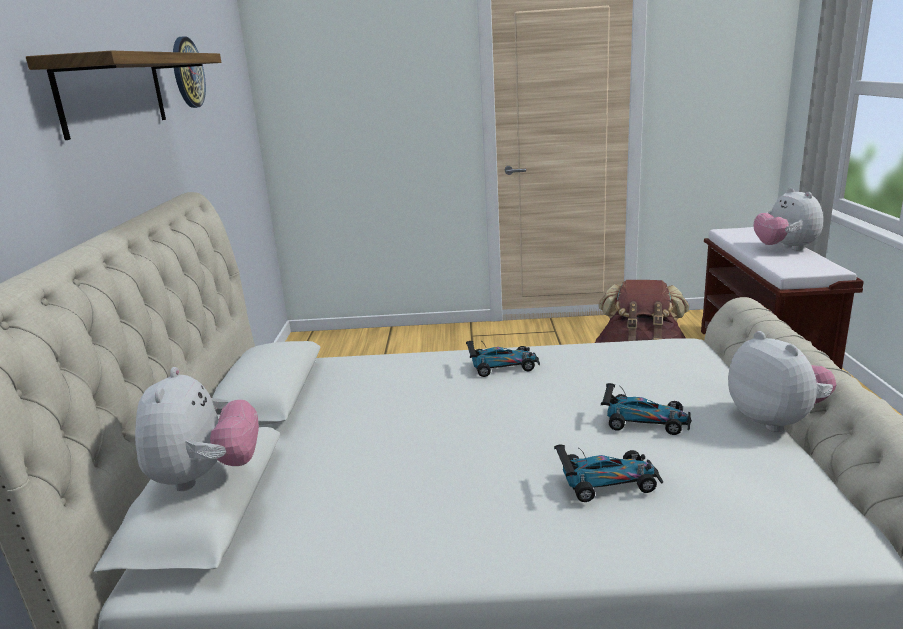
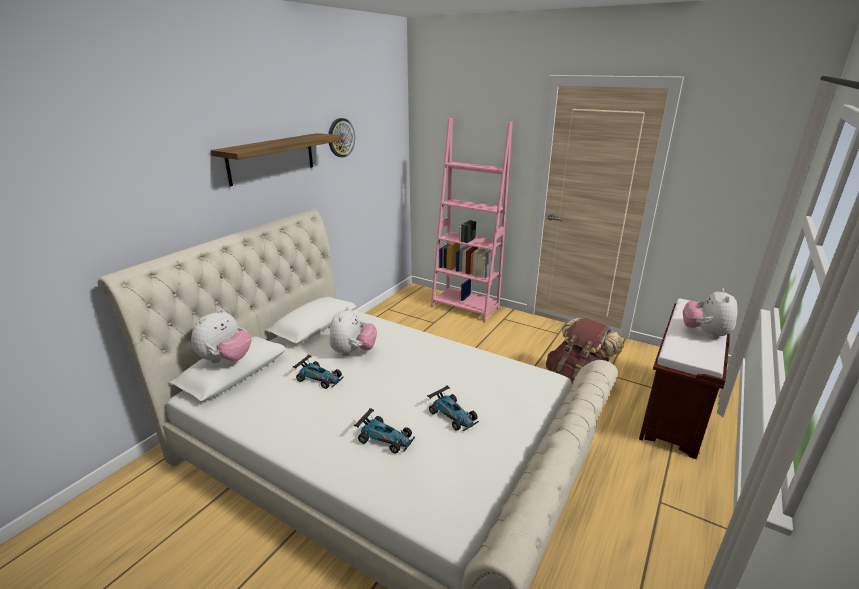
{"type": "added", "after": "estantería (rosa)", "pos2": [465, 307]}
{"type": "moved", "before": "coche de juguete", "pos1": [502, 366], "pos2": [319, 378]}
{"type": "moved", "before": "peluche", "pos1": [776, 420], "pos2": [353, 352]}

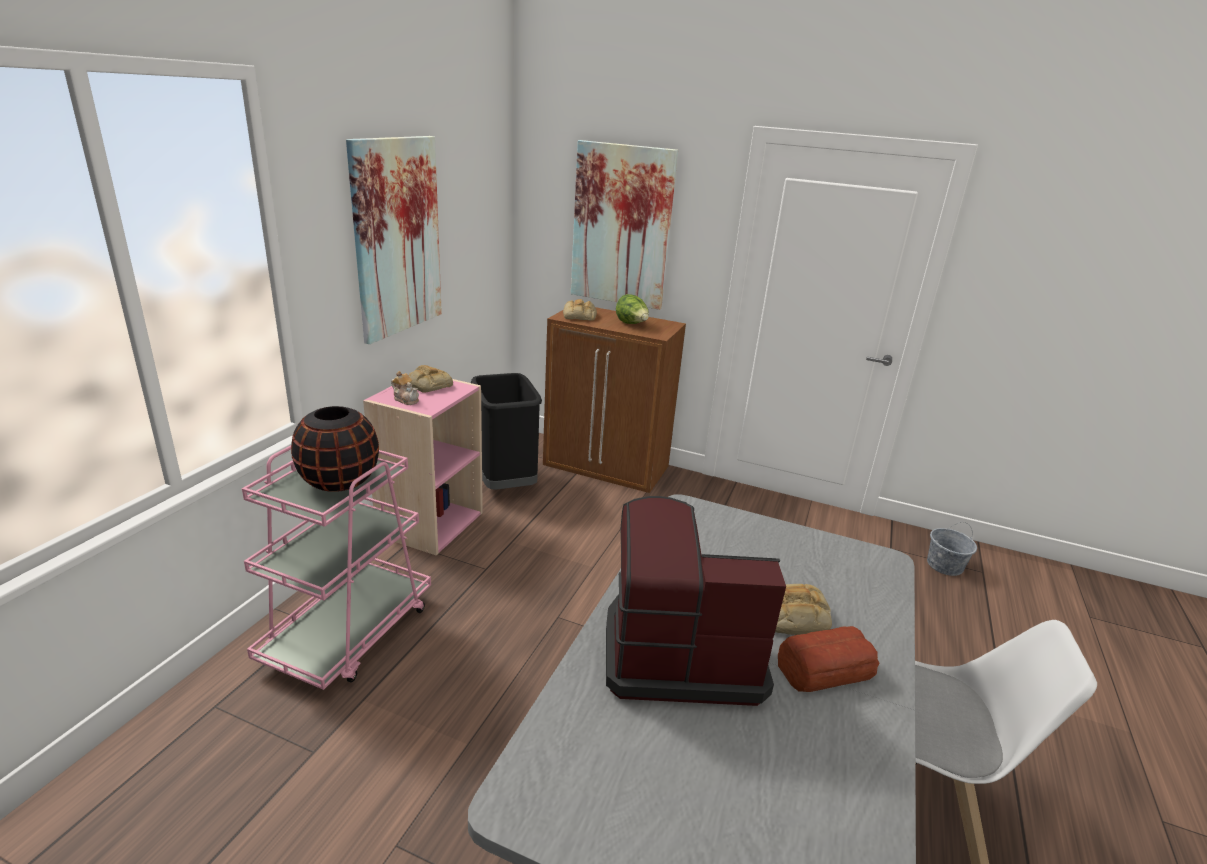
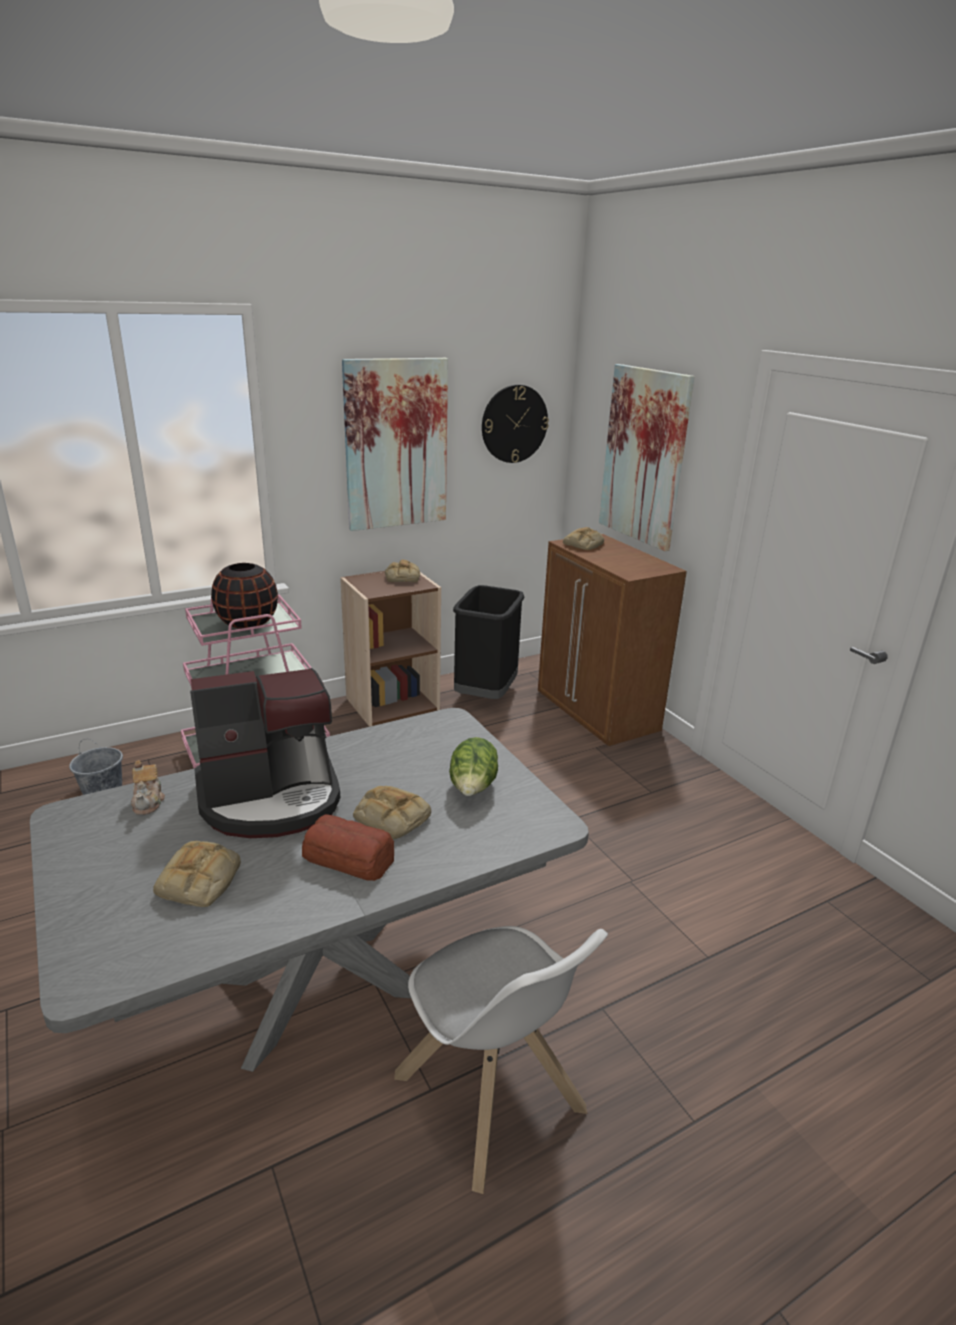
{"type": "added", "after": "pan", "pos2": [200, 881]}
{"type": "added", "after": "reloj de pared", "pos2": [514, 424]}
{"type": "moved", "before": "tetera", "pos1": [406, 399], "pos2": [148, 801]}
{"type": "moved", "before": "lechuga", "pos1": [632, 324], "pos2": [473, 789]}
{"type": "moved", "before": "cubo (gris)", "pos1": [945, 565], "pos2": [102, 788]}
{"type": "recoloured", "before": "estantería (rosa)", "after": "estantería (marrón)", "pos1": [430, 523], "pos2": [393, 703]}
{"type": "turned", "before": "cafetera", "pos1": [679, 652], "pos2": [271, 798], "turn": 120}

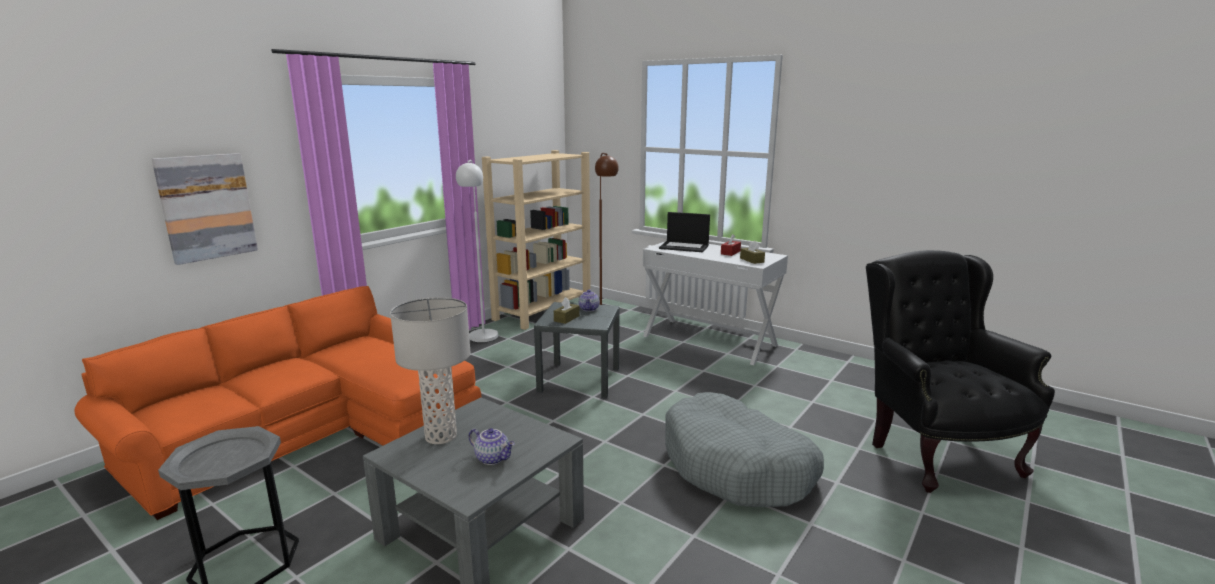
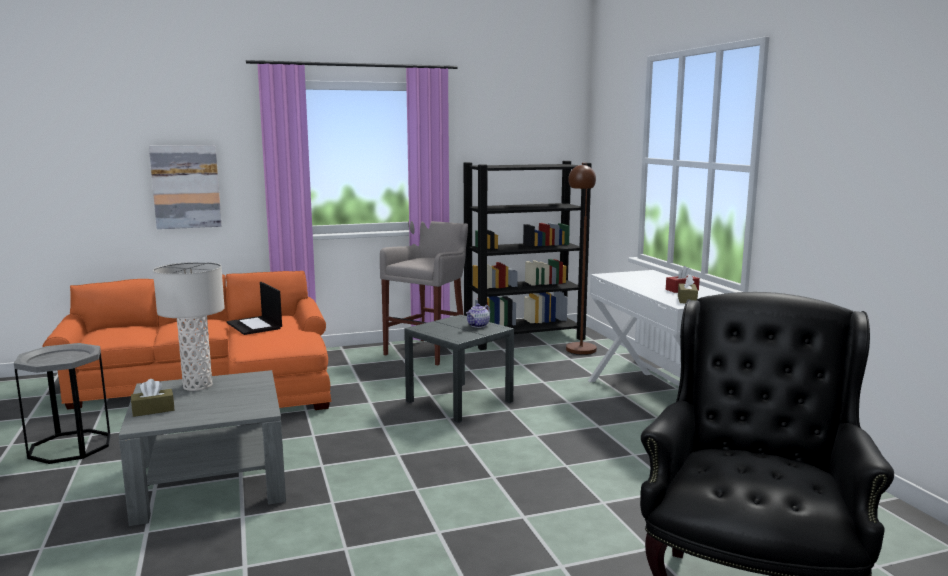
{"type": "removed", "before": "tetera", "pos1": [493, 458]}
{"type": "removed", "before": "cama para perro (gris)", "pos1": [737, 467]}
{"type": "moved", "before": "caja de pañuelos (marrón)", "pos1": [566, 318], "pos2": [153, 410]}
{"type": "moved", "before": "portátil", "pos1": [684, 247], "pos2": [255, 326]}
{"type": "replaced", "before": "lámpara de pie (blanco)", "after": "taburete (gris)", "pos1": [482, 340], "pos2": [429, 351]}
{"type": "recoloured", "before": "estantería (beis)", "after": "estantería (negro)", "pos1": [543, 311], "pos2": [524, 338]}

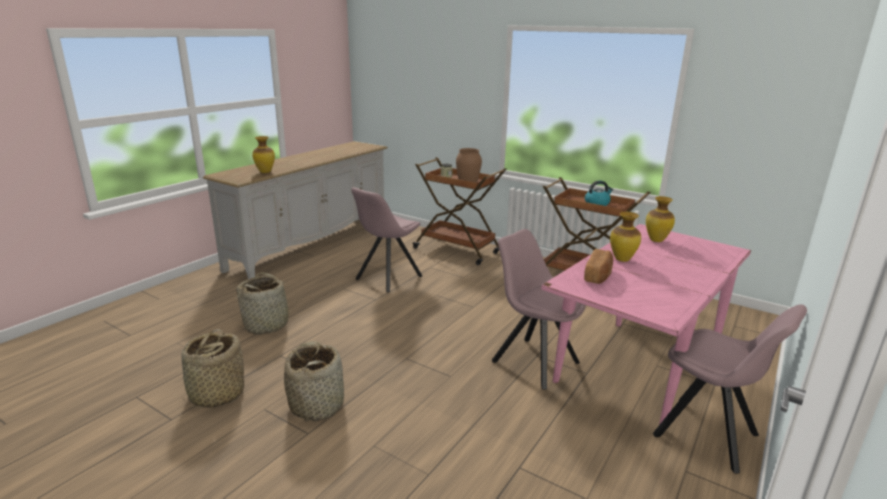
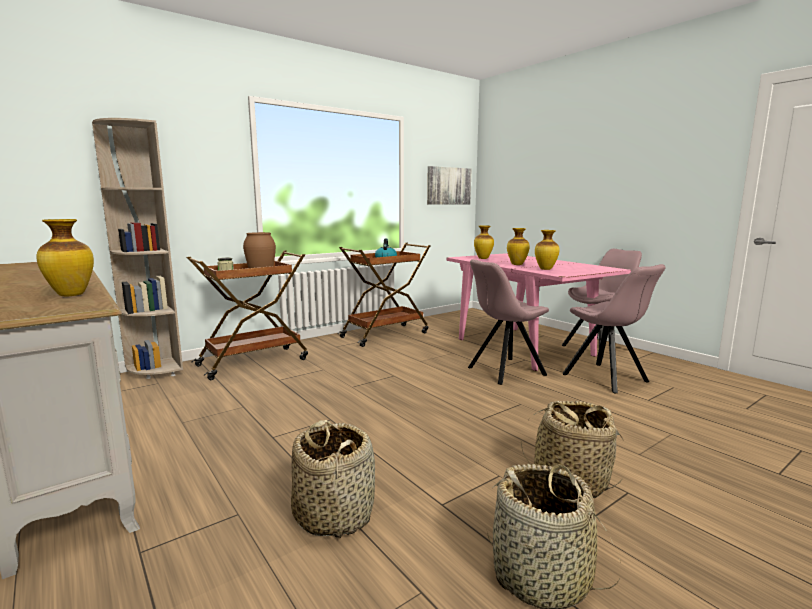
{"type": "added", "after": "estantería (beis)", "pos2": [156, 373]}
{"type": "added", "after": "cuadro", "pos2": [448, 186]}
{"type": "moved", "before": "silla (rosa)", "pos1": [388, 277], "pos2": [605, 378]}
{"type": "replaced", "before": "pan", "after": "florero", "pos1": [598, 275], "pos2": [545, 269]}

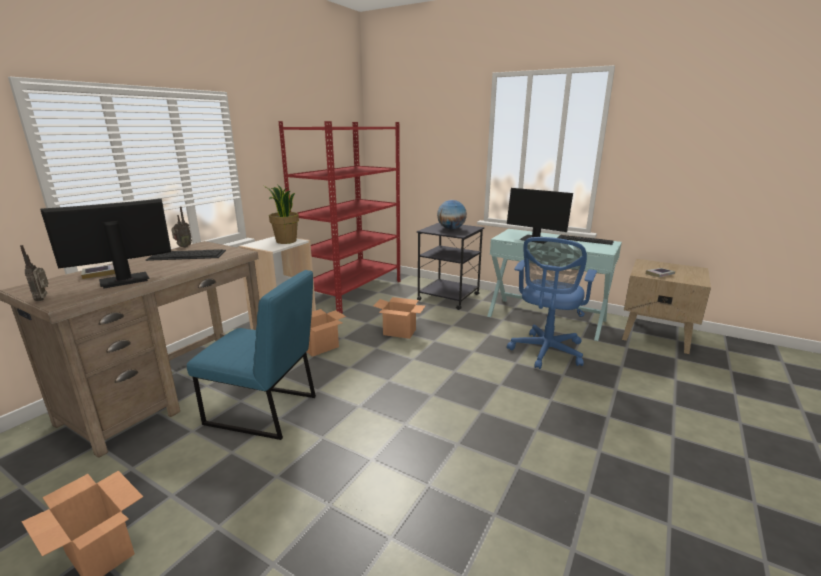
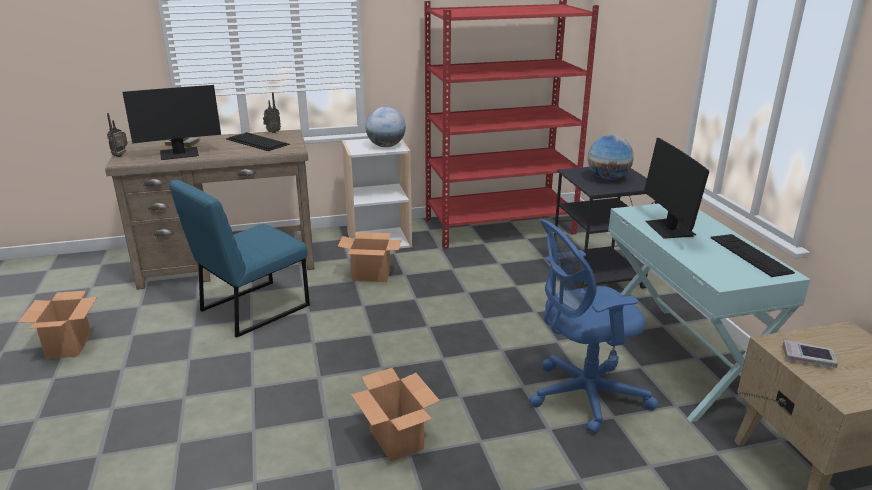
{"type": "moved", "before": "caja de cartón", "pos1": [400, 332], "pos2": [397, 440]}
{"type": "replaced", "before": "planta en maceta", "after": "globo terráqueo", "pos1": [286, 241], "pos2": [386, 146]}
{"type": "turned", "before": "monitor", "pos1": [124, 280], "pos2": [179, 154], "turn": 150}
{"type": "turned", "before": "silla (azul)", "pos1": [264, 411], "pos2": [251, 309], "turn": 75}

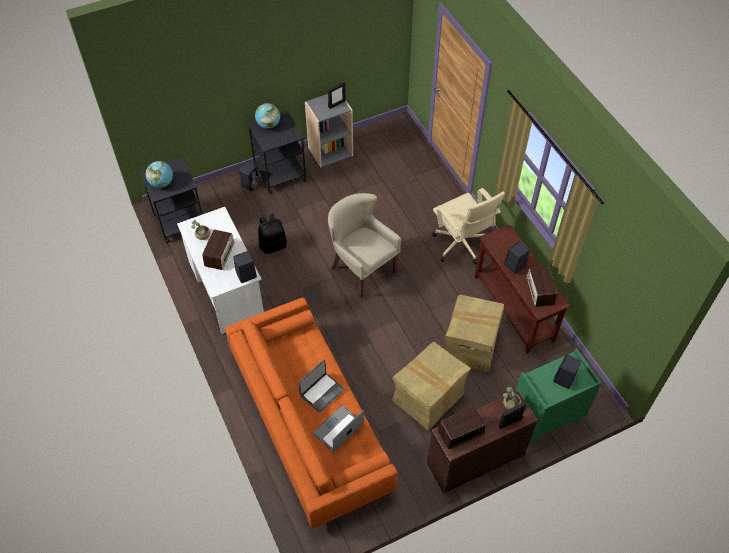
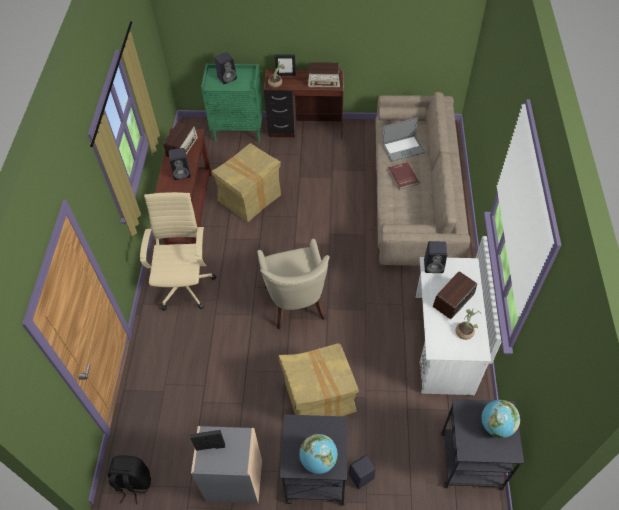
{"type": "moved", "before": "mochila (negro)", "pos1": [273, 245], "pos2": [133, 483]}
{"type": "moved", "before": "caja de cartón", "pos1": [428, 397], "pos2": [319, 397]}
{"type": "replaced", "before": "portátil", "after": "libro (rojo)", "pos1": [321, 392], "pos2": [402, 177]}
{"type": "recoloured", "before": "sofá (naranja)", "after": "sofá (beis)", "pos1": [310, 421], "pos2": [414, 196]}

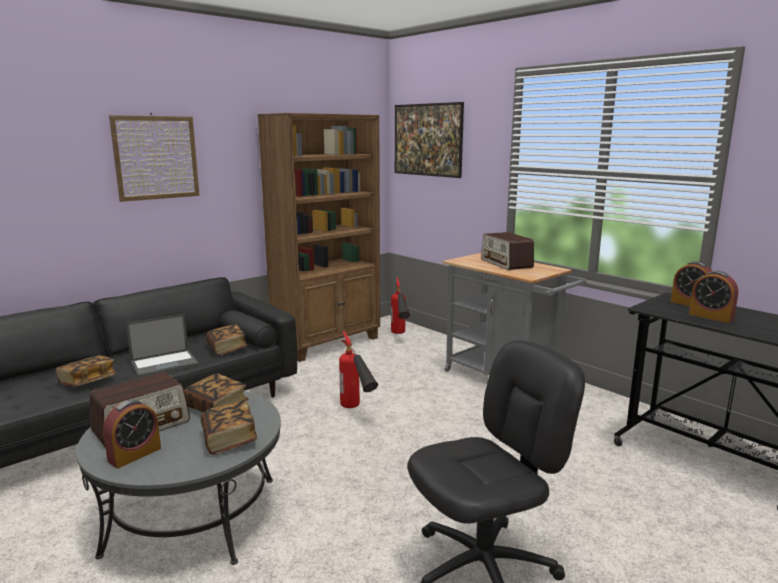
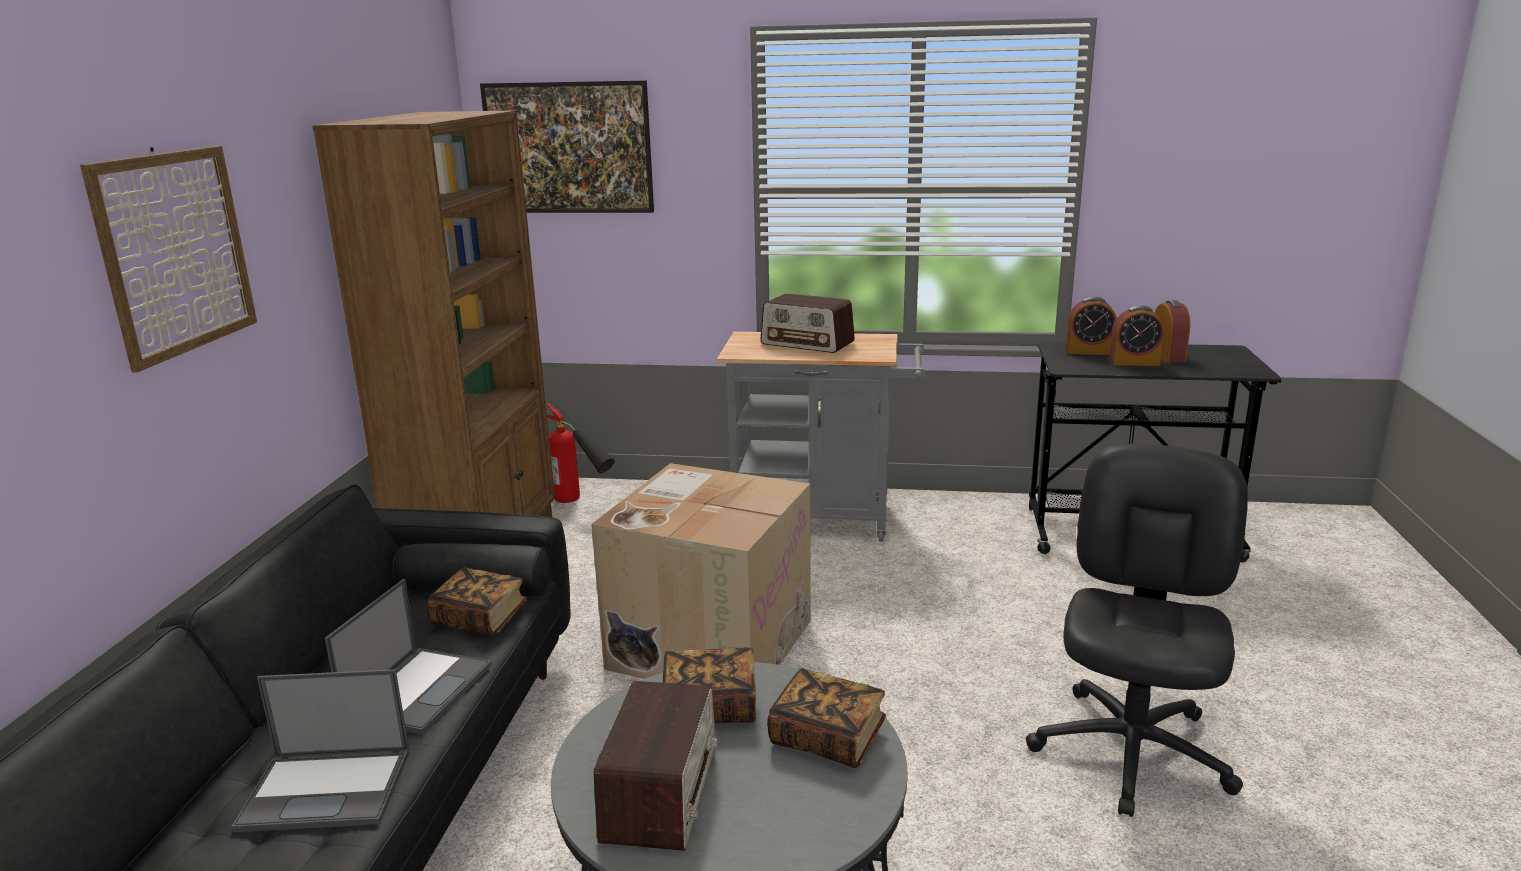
{"type": "moved", "before": "despertador", "pos1": [134, 454], "pos2": [1167, 356]}
{"type": "replaced", "before": "libro", "after": "portátil", "pos1": [88, 381], "pos2": [328, 789]}
{"type": "replaced", "before": "extintor", "after": "caja de cartón", "pos1": [357, 411], "pos2": [710, 642]}

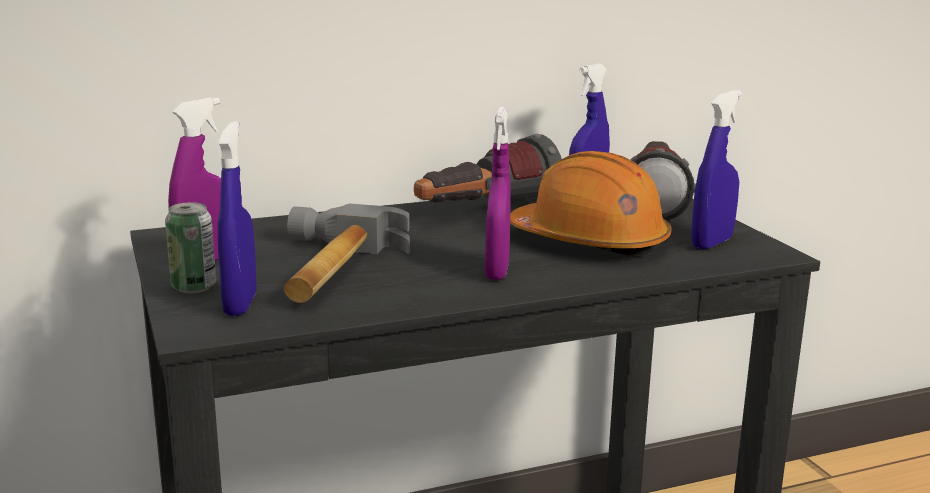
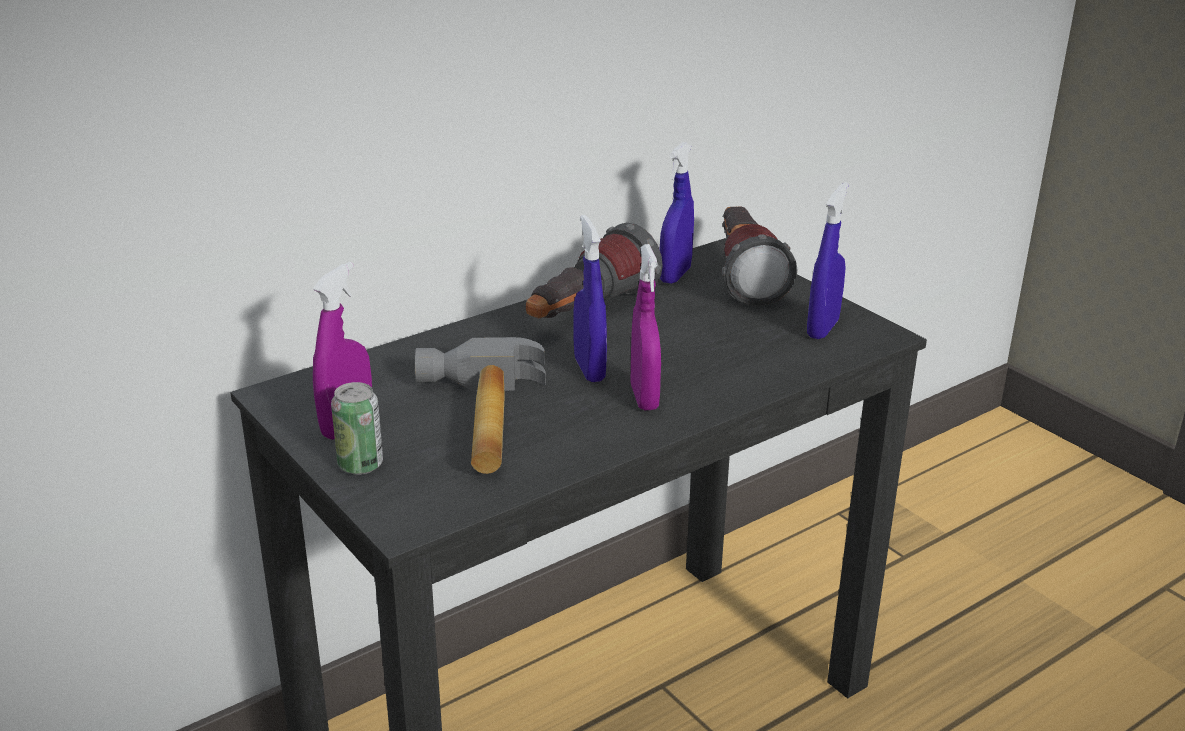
{"type": "removed", "before": "casco (naranja)", "pos1": [590, 242]}
{"type": "moved", "before": "pulverizador (azul)", "pos1": [240, 304], "pos2": [589, 369]}

